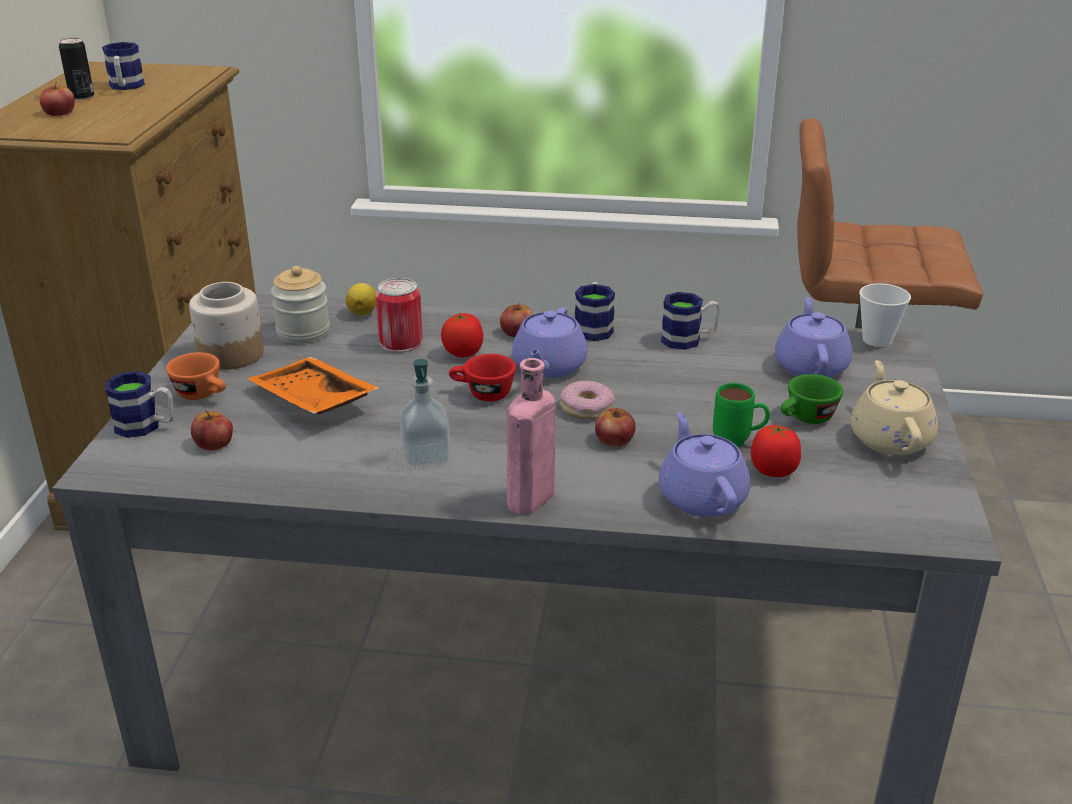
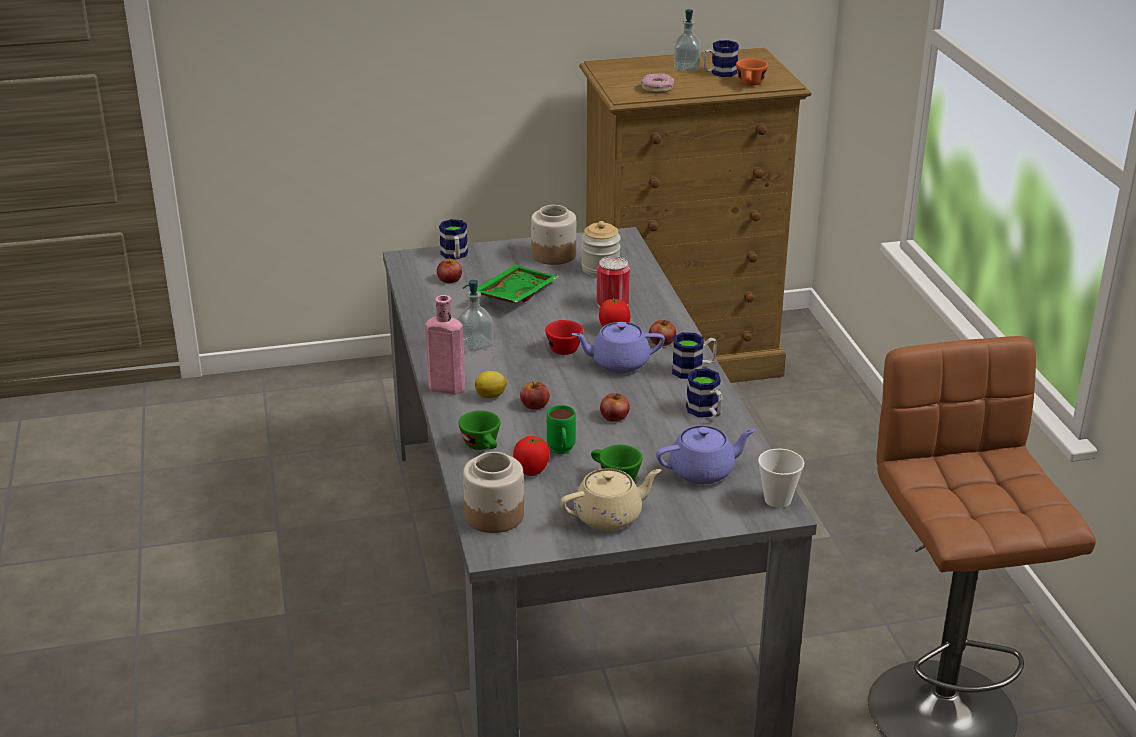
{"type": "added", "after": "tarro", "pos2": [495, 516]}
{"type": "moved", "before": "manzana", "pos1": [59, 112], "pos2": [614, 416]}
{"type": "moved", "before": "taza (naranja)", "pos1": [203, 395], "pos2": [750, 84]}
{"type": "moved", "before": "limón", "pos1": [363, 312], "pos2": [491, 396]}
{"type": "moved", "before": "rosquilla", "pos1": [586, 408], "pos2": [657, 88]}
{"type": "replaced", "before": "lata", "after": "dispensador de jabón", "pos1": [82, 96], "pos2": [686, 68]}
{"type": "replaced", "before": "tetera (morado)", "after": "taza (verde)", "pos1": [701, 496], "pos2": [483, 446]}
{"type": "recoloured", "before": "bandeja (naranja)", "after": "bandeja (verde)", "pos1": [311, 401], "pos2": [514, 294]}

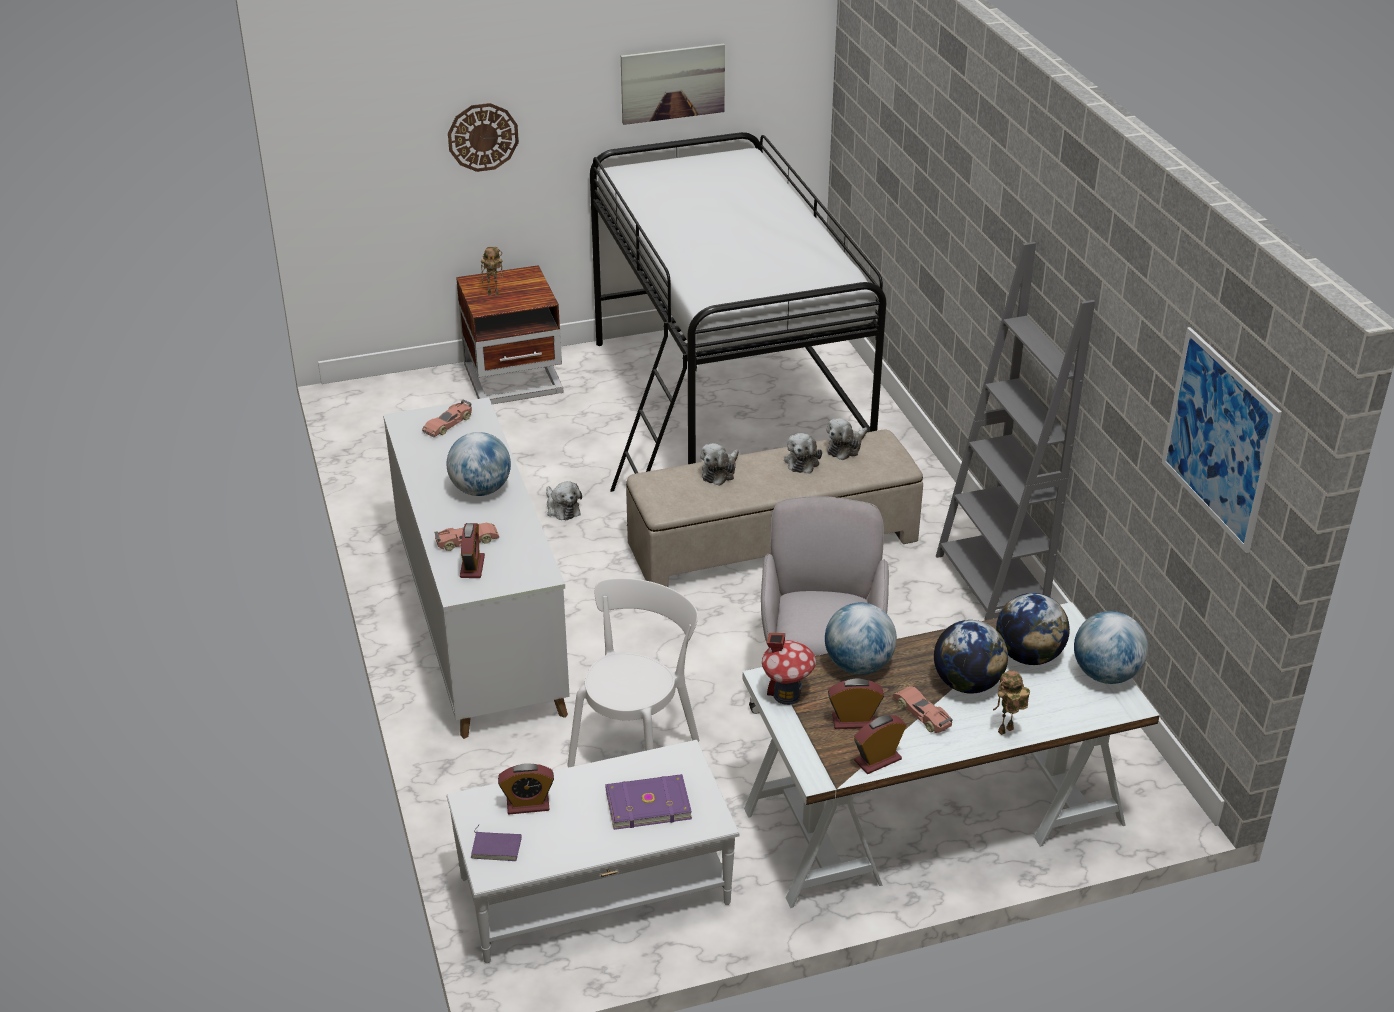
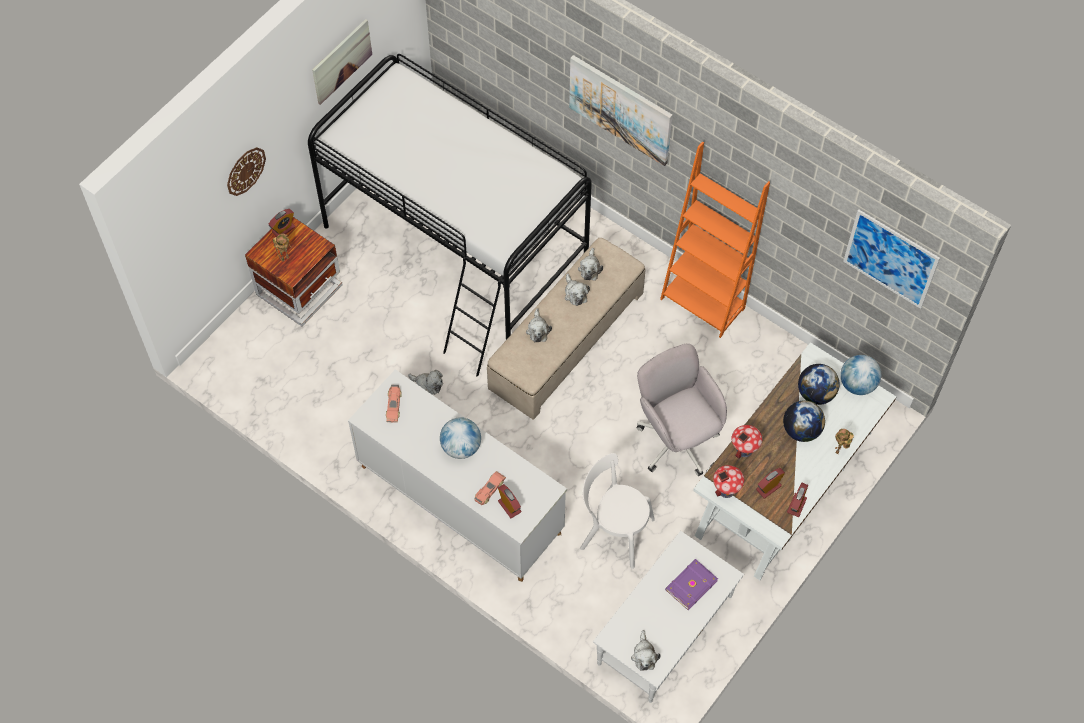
{"type": "removed", "before": "coche de juguete", "pos1": [922, 714]}
{"type": "added", "after": "cuadro", "pos2": [620, 109]}
{"type": "moved", "before": "despertador", "pos1": [528, 805], "pos2": [283, 229]}
{"type": "replaced", "before": "libro (morado)", "after": "peluche", "pos1": [497, 847], "pos2": [644, 655]}
{"type": "replaced", "before": "globo terráqueo", "after": "casita", "pos1": [858, 665], "pos2": [744, 450]}
{"type": "recoloured", "before": "estantería (gris)", "after": "estantería (naranja)", "pos1": [991, 583], "pos2": [702, 303]}
{"type": "turned", "before": "silla (blanco)", "pos1": [636, 748], "pos2": [613, 531], "turn": -60}

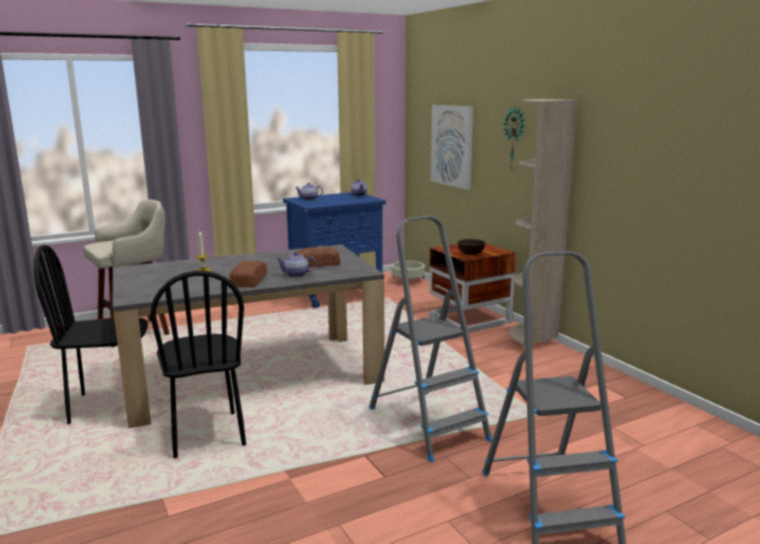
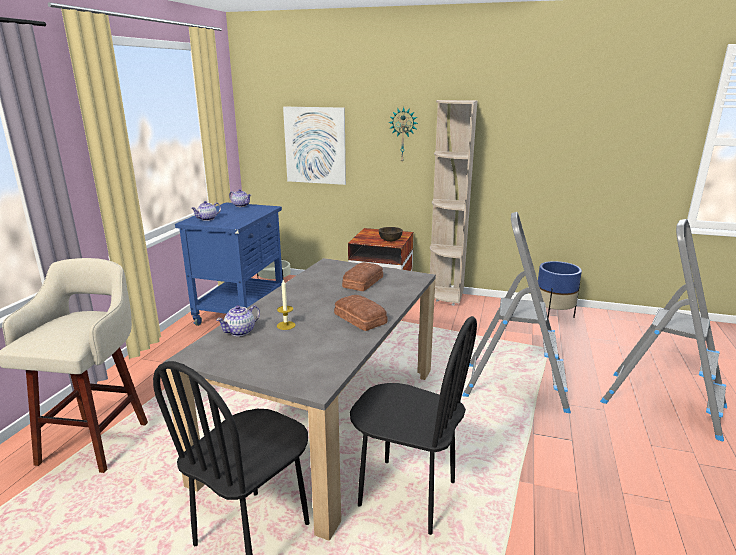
{"type": "added", "after": "maceta (azul)", "pos2": [553, 316]}
{"type": "moved", "before": "tetera", "pos1": [297, 275], "pos2": [240, 331]}

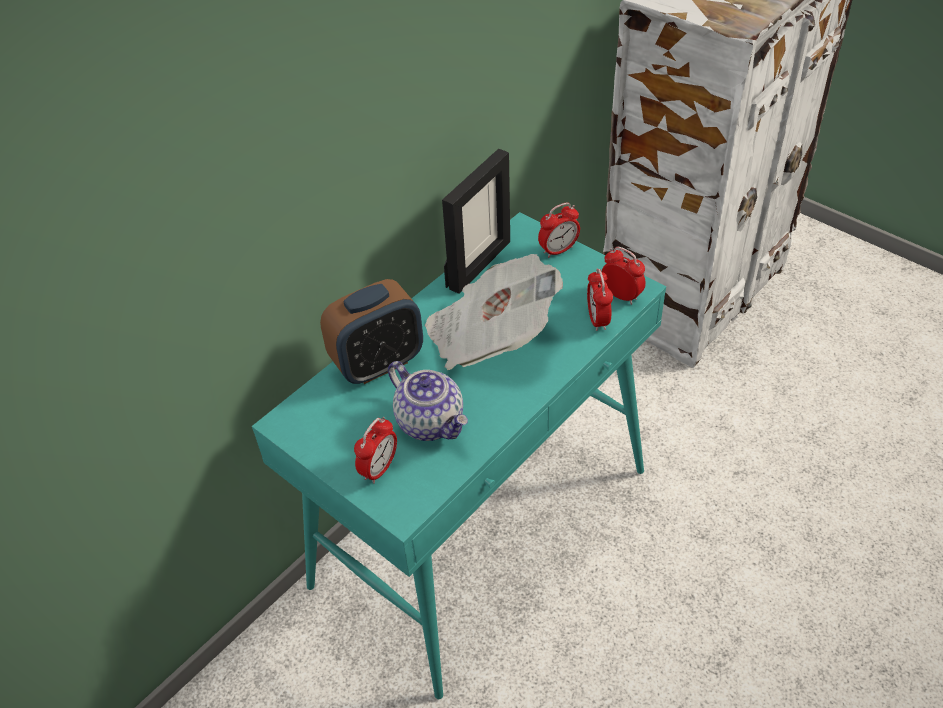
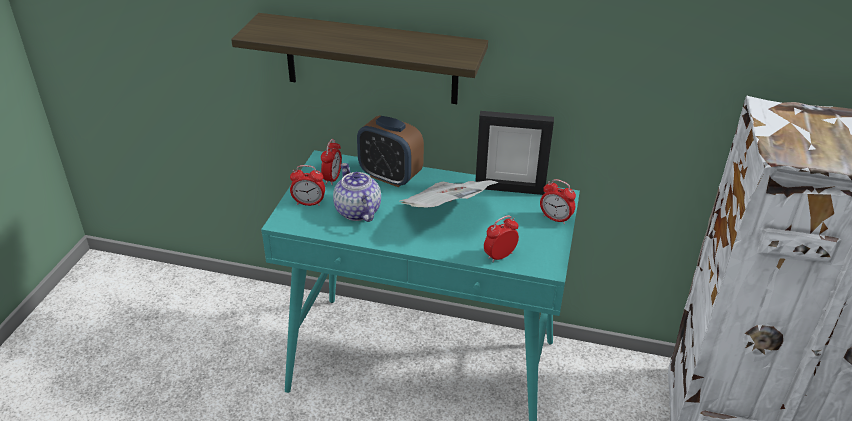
{"type": "added", "after": "estante", "pos2": [371, 59]}
{"type": "moved", "before": "despertador", "pos1": [621, 295], "pos2": [332, 178]}
{"type": "turned", "before": "tetera", "pos1": [431, 422], "pos2": [357, 211], "turn": 135}

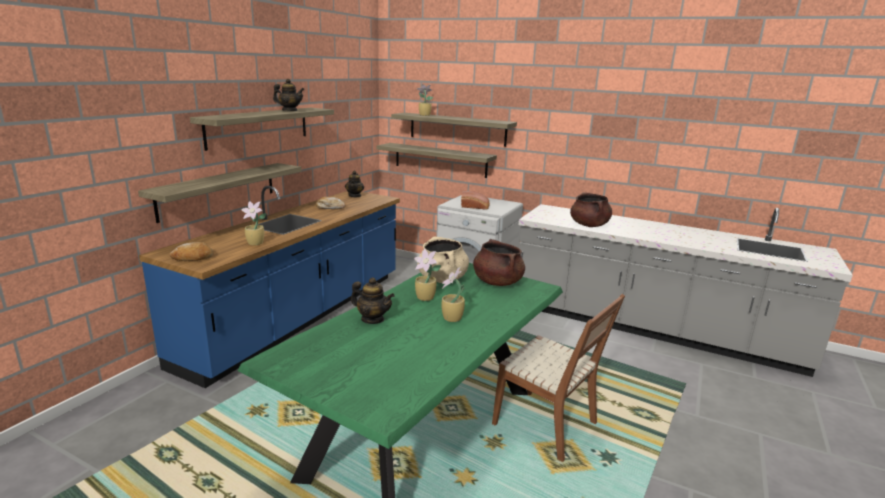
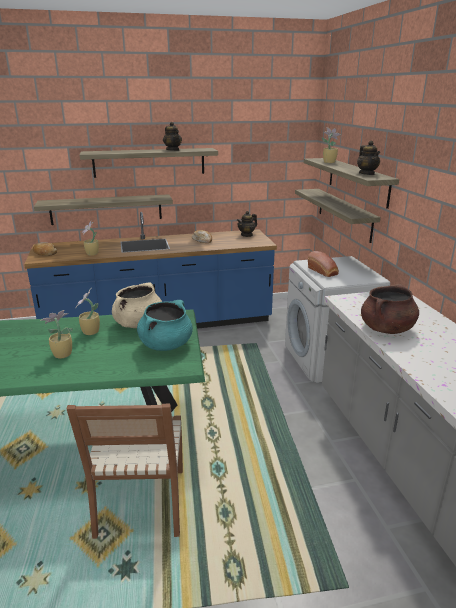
{"type": "moved", "before": "tetera", "pos1": [372, 319], "pos2": [367, 174]}
{"type": "recoloured", "before": "olla (marrón)", "after": "olla (turquesa)", "pos1": [497, 282], "pos2": [166, 345]}

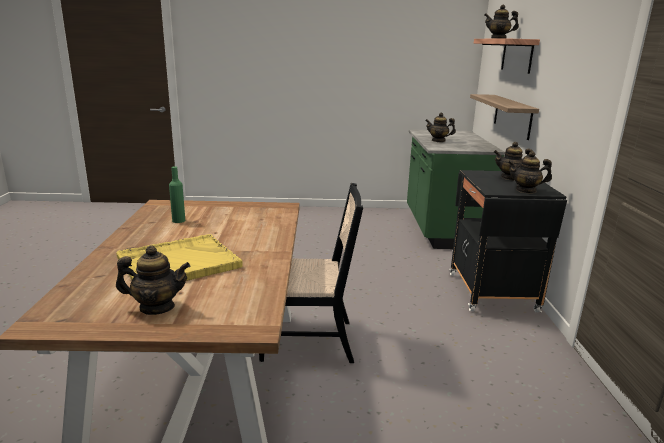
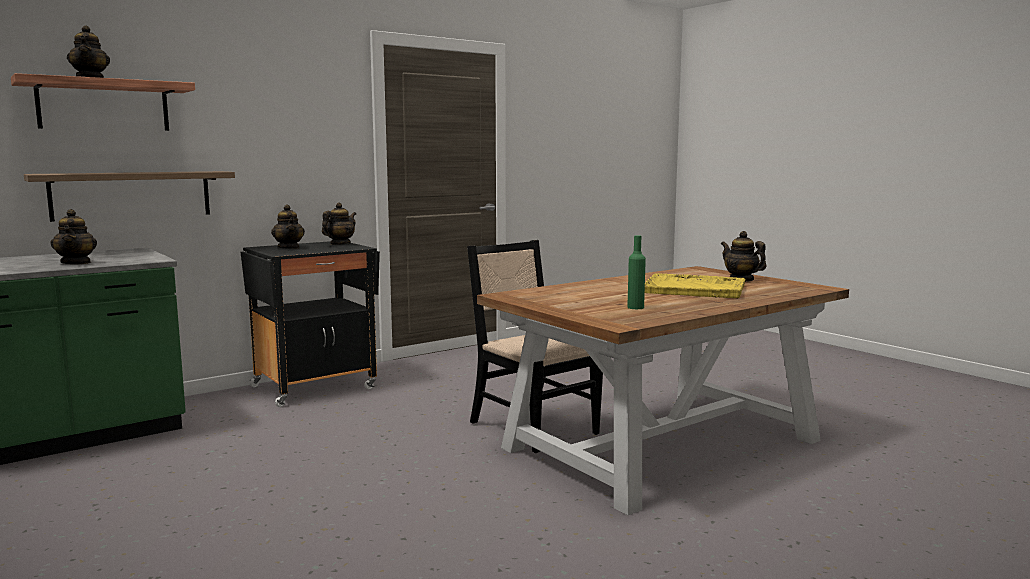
{"type": "turned", "before": "tetera", "pos1": [526, 190], "pos2": [340, 244], "turn": -120}

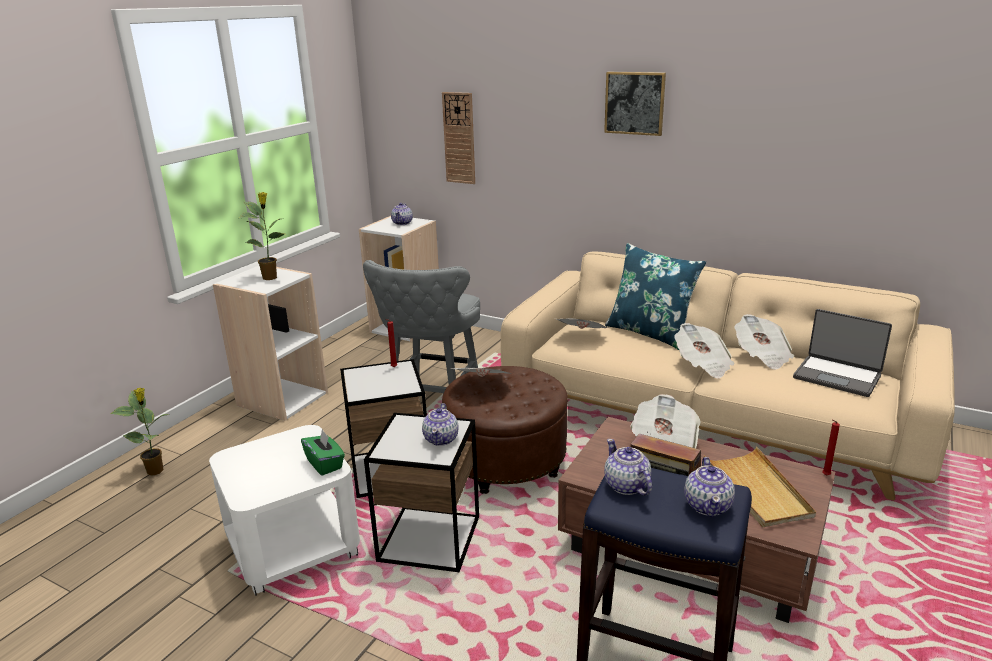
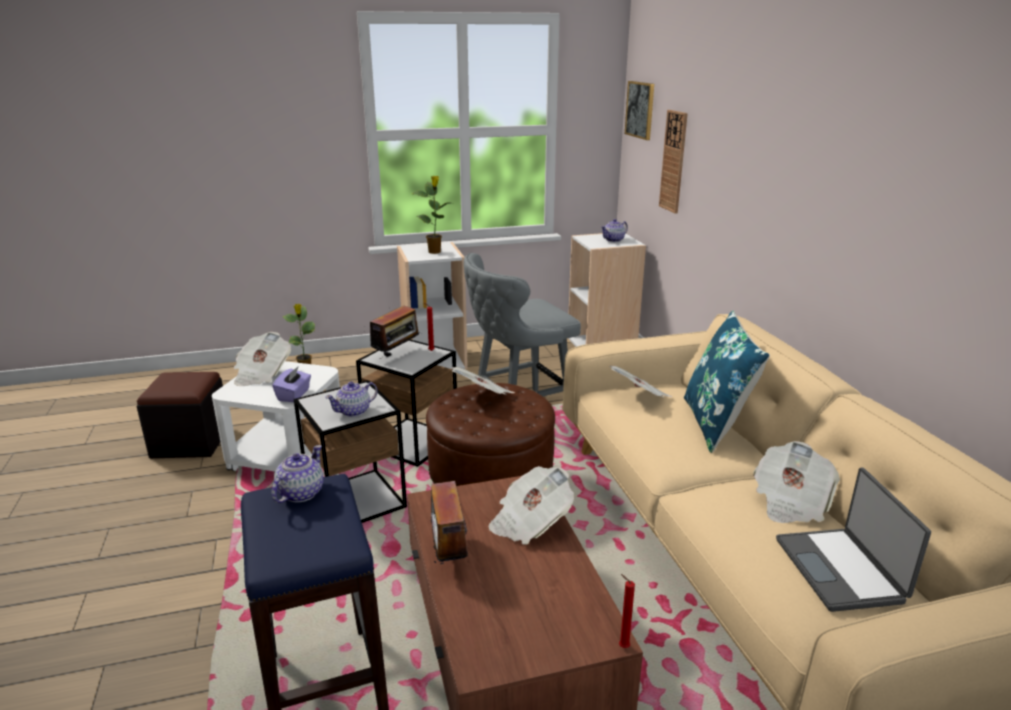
{"type": "removed", "before": "tetera", "pos1": [708, 505]}
{"type": "removed", "before": "bandeja (beis)", "pos1": [757, 490]}
{"type": "added", "after": "puf (negro)", "pos2": [191, 442]}
{"type": "added", "after": "radio", "pos2": [397, 354]}
{"type": "moved", "before": "cuadro", "pos1": [634, 103], "pos2": [640, 110]}
{"type": "moved", "before": "periódico", "pos1": [703, 365], "pos2": [261, 374]}
{"type": "recoloured", "before": "caja de pañuelos (verde)", "after": "caja de pañuelos (morado)", "pos1": [325, 464], "pos2": [294, 395]}

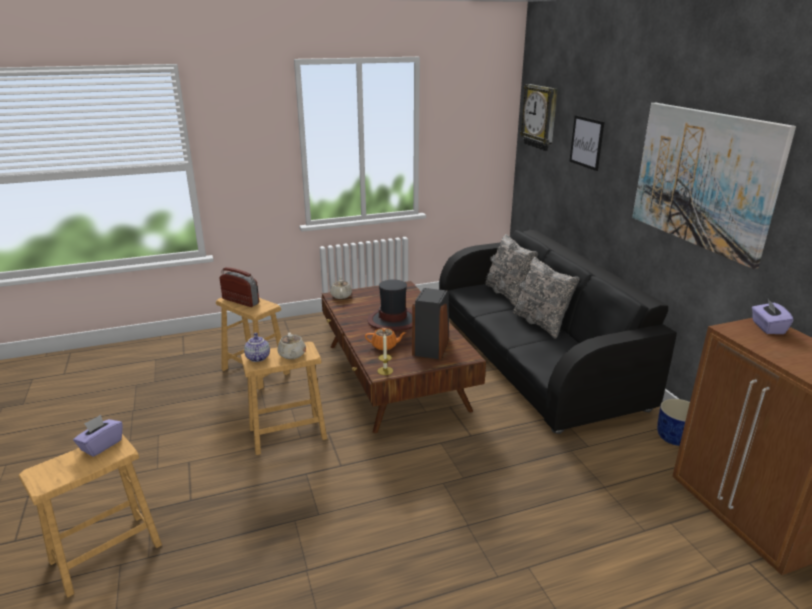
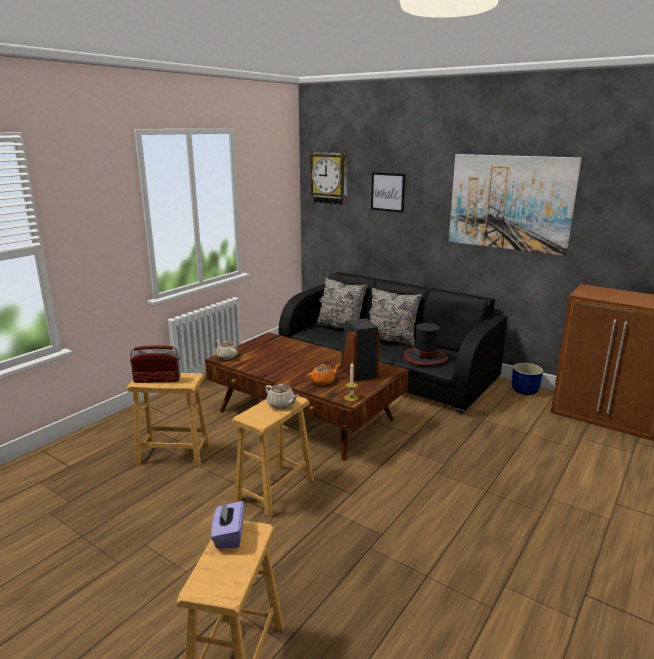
{"type": "removed", "before": "tetera", "pos1": [257, 357]}
{"type": "removed", "before": "caja de pañuelos (morado)", "pos1": [767, 327]}
{"type": "moved", "before": "sombrero", "pos1": [393, 320], "pos2": [425, 358]}

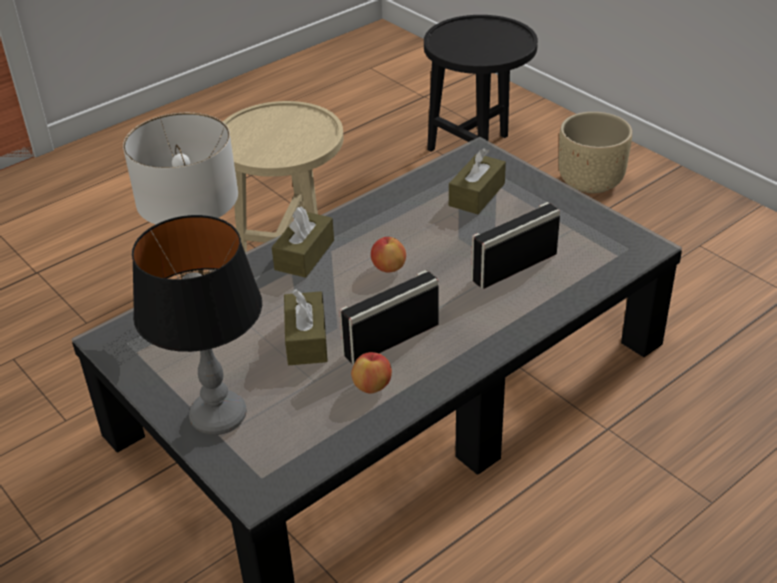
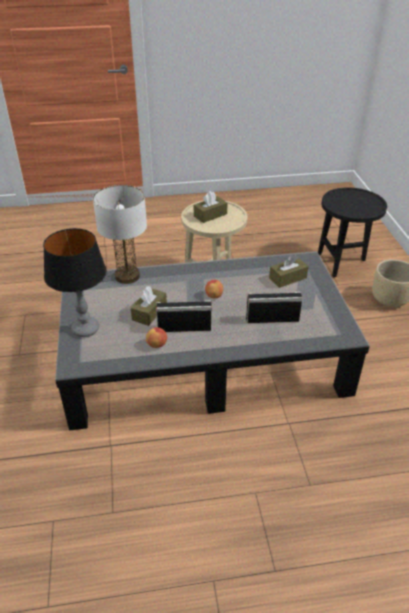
{"type": "moved", "before": "caja de pañuelos (marrón)", "pos1": [304, 255], "pos2": [210, 215]}

